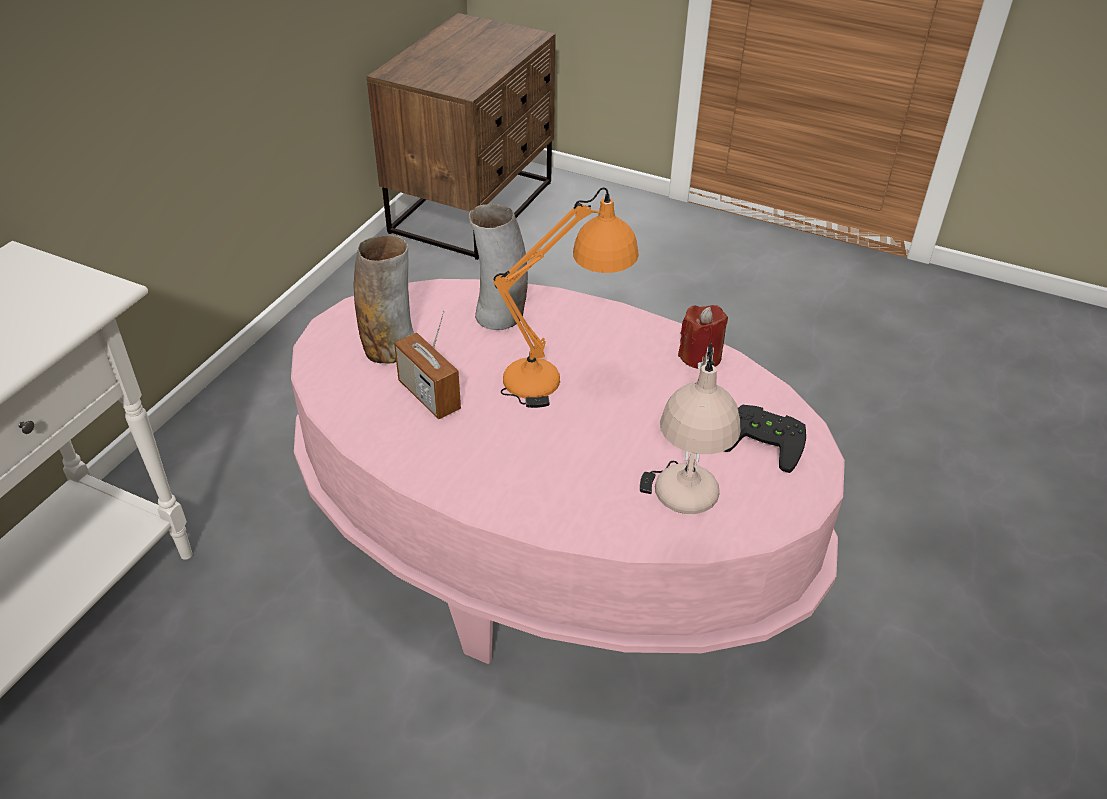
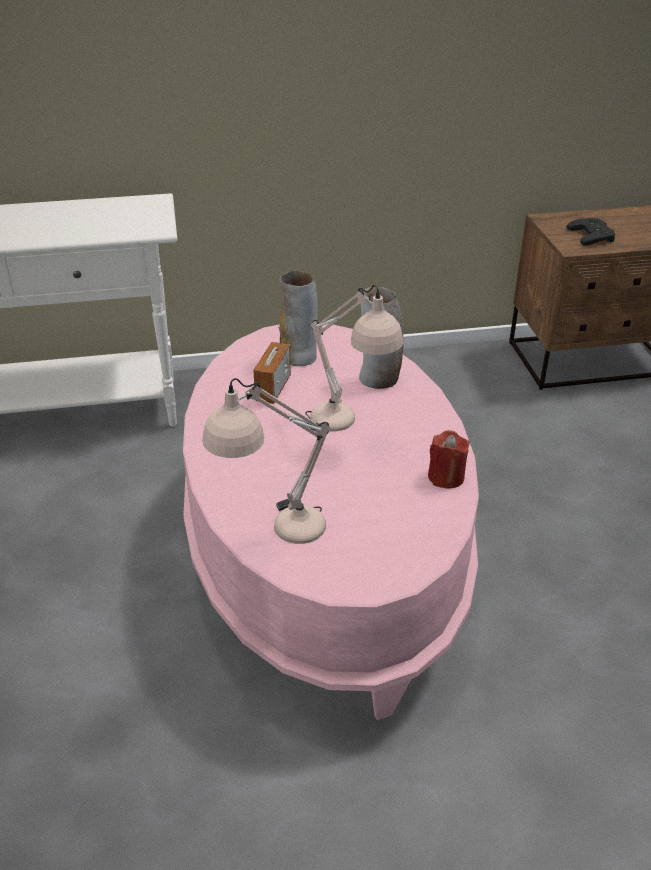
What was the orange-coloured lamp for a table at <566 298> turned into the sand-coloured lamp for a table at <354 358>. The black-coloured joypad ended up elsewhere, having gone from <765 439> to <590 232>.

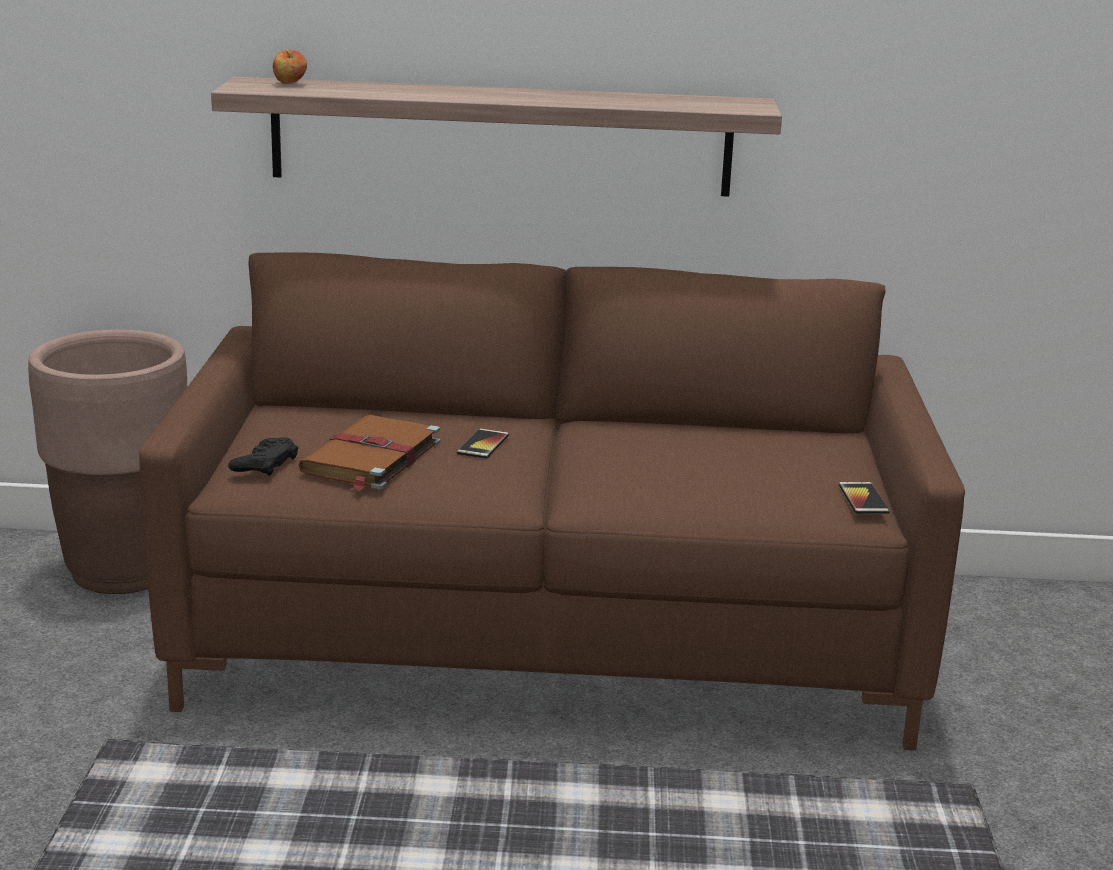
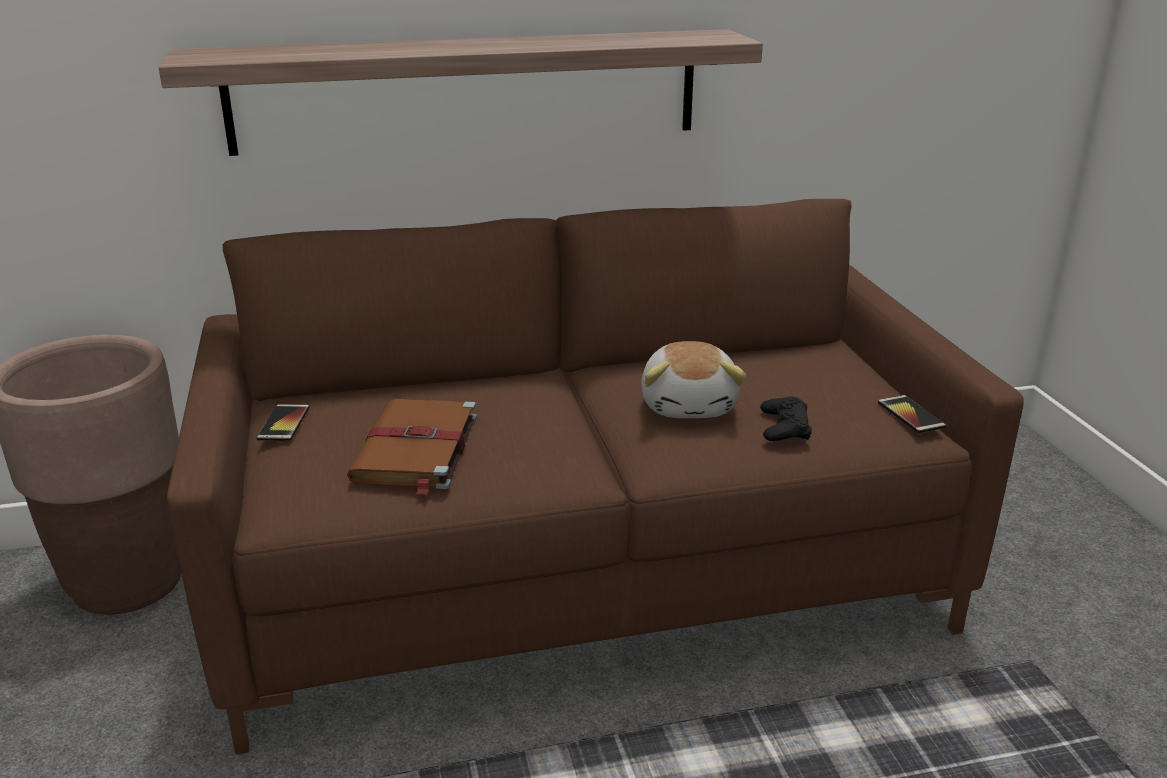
The black-coloured joypad ended up elsewhere, having gone from <263 456> to <786 418>. The second view lost the apple fruit at <290 67>. The telephone ended up elsewhere, having gone from <483 443> to <282 422>. The second view gained the soft toy at <693 379>.

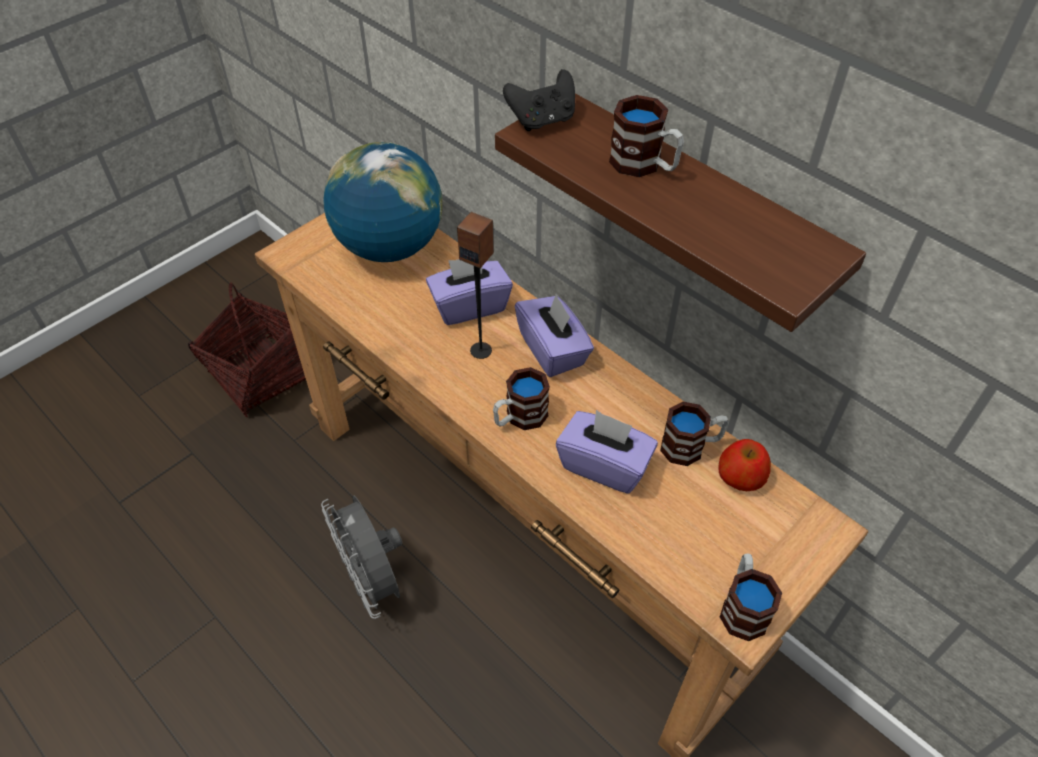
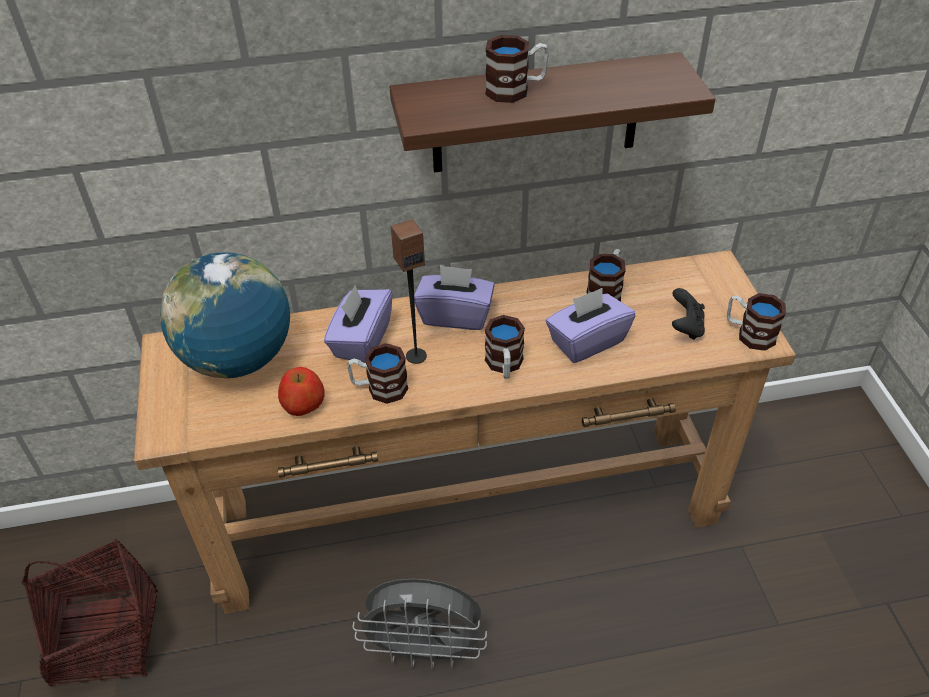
The black-coloured joypad ended up elsewhere, having gone from <539 100> to <688 314>. The apple fruit ended up elsewhere, having gone from <744 465> to <301 391>. The second view gained the coffee mug at <378 373>.

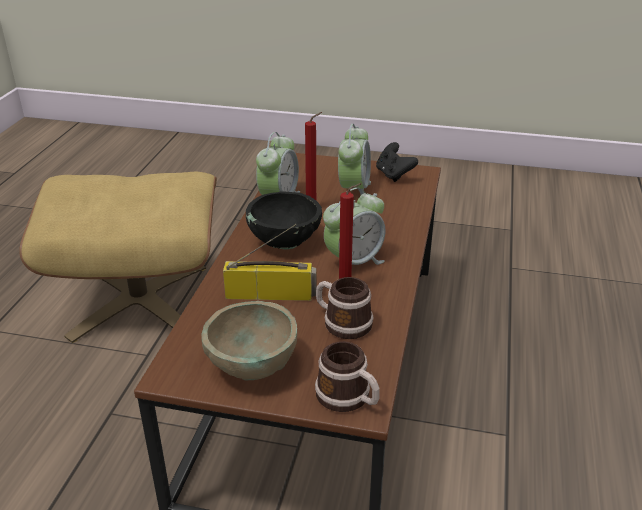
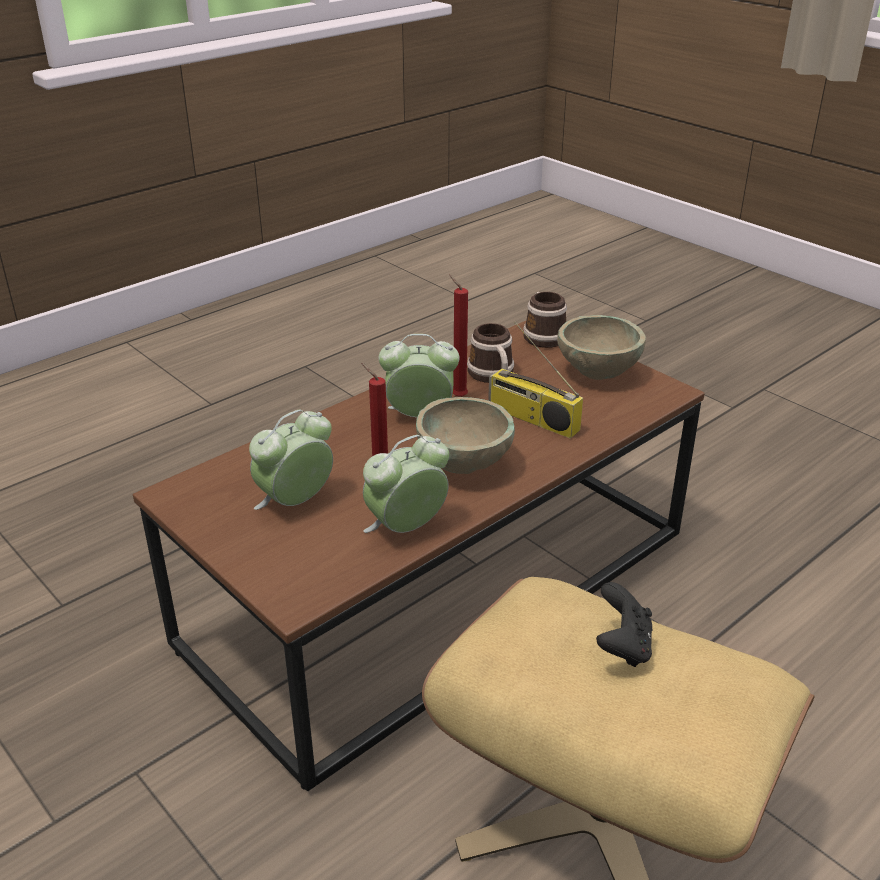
What was the black-coloured deep dish at <284 221> turned into the sand-coloured deep dish at <465 435>. The black-coloured joypad ended up elsewhere, having gone from <397 162> to <624 624>.

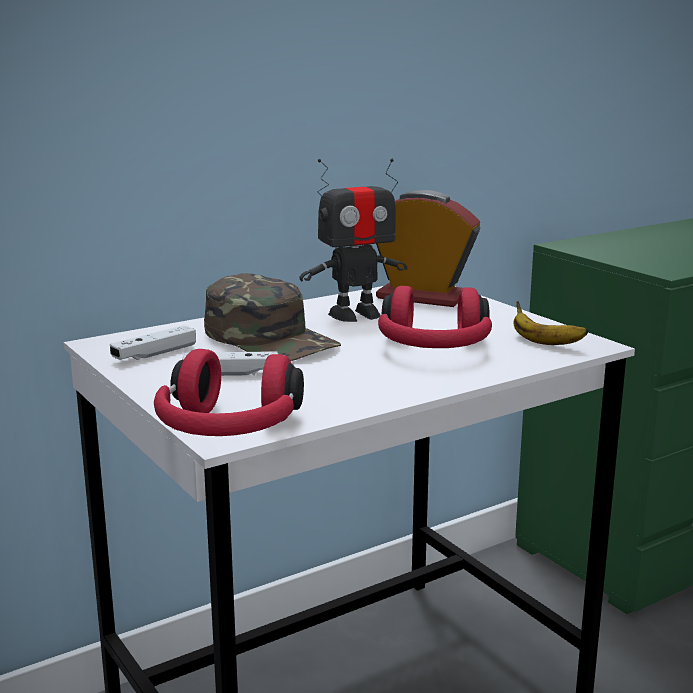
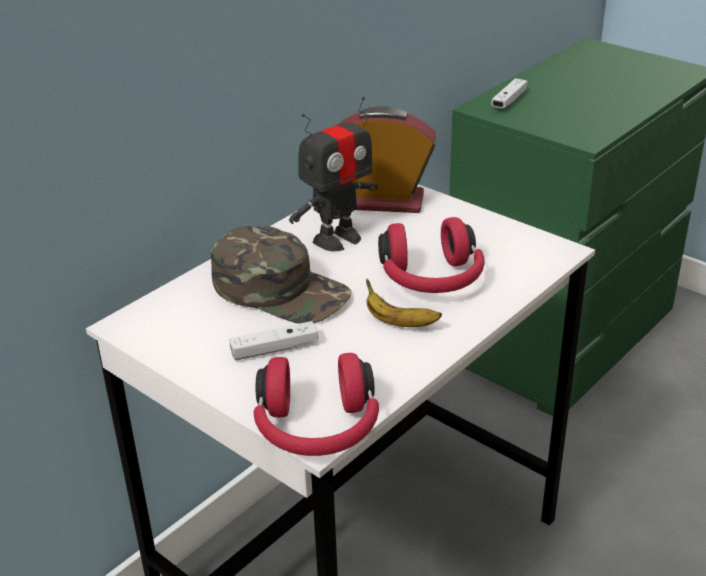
The white-coloured joypad ended up elsewhere, having gone from <153 342> to <509 93>. The banana fruit ended up elsewhere, having gone from <551 323> to <404 303>.

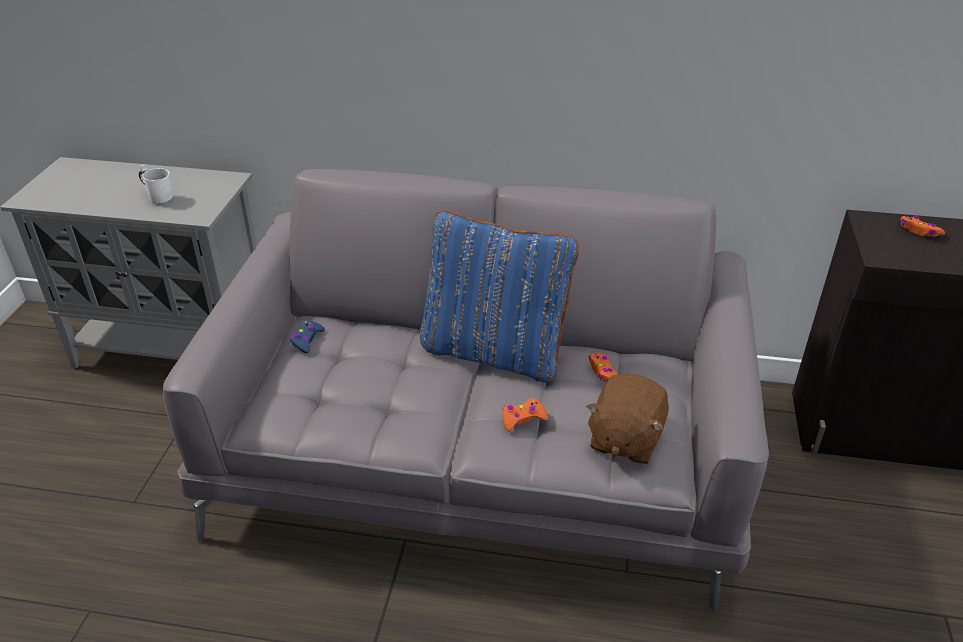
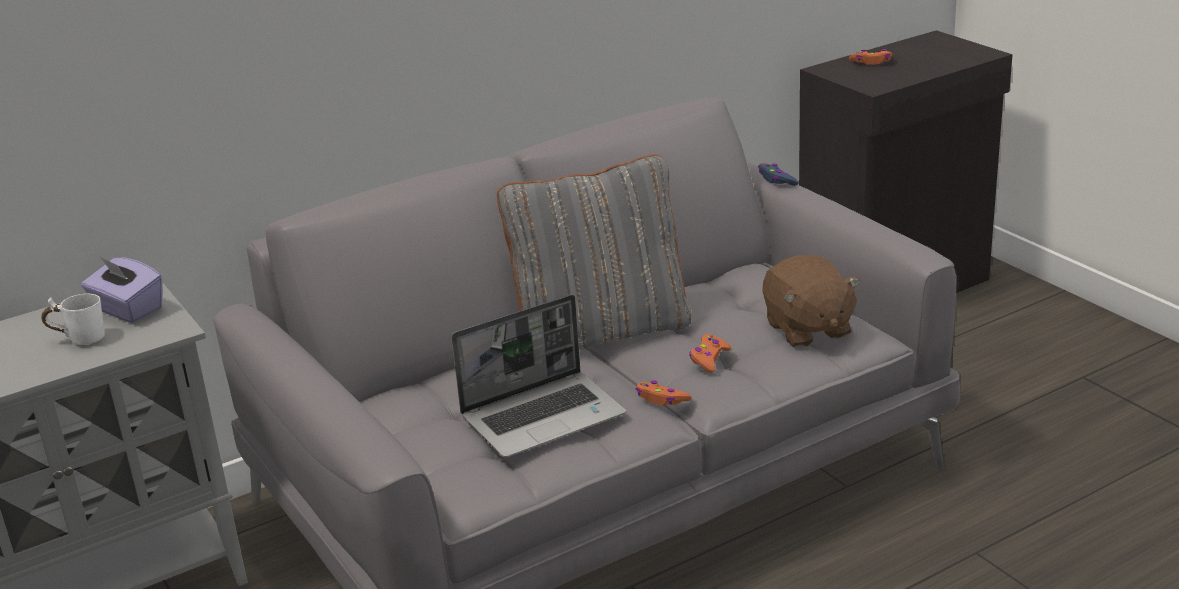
The blue joypad ended up elsewhere, having gone from <307 336> to <778 174>. What was the blue cushion at <499 296> turned into the greyish cushion at <594 251>. The orange-coloured joypad ended up elsewhere, having gone from <603 367> to <664 393>. The second view gained the purple-coloured tissue holder at <122 290>. The second view gained the laptop at <538 376>.

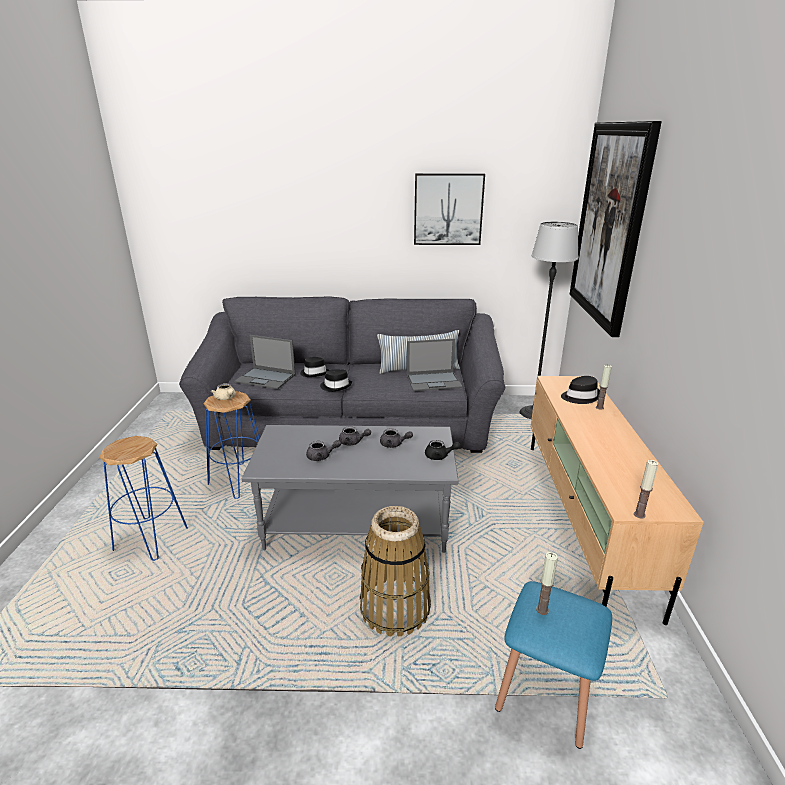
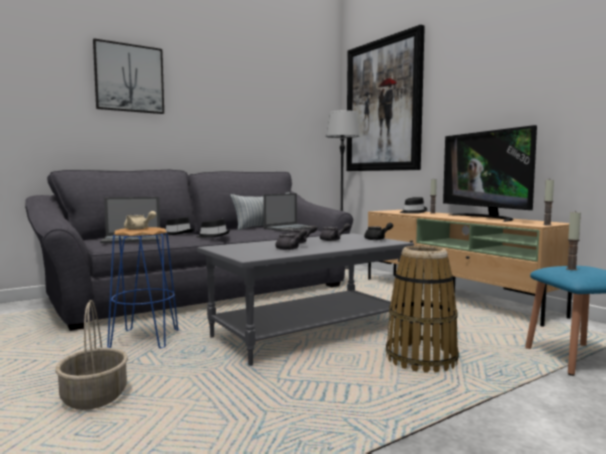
Where the blue stool seat stood at <143 498>, the basket came to stand at <91 355>. The wall art ended up elsewhere, having gone from <449 209> to <128 76>. The second view gained the TV at <490 173>.

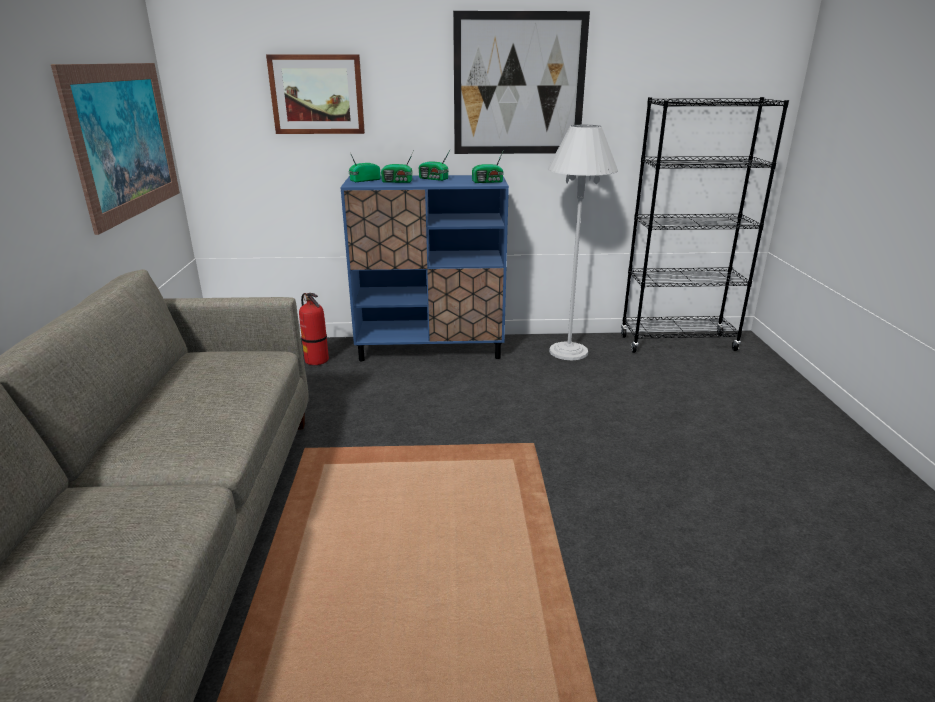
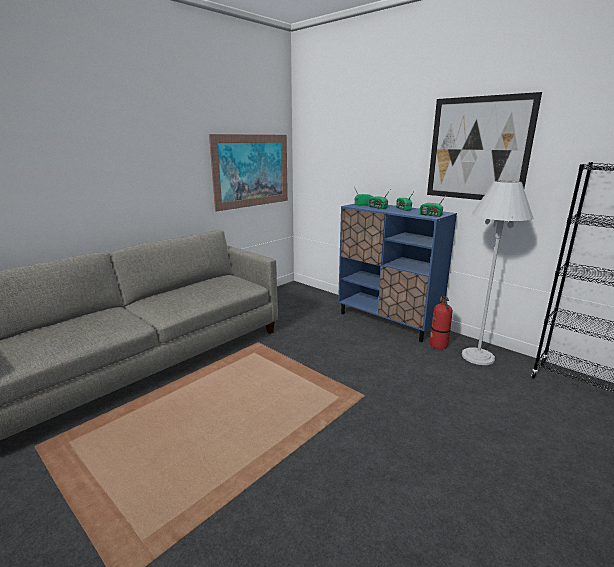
The second view lost the wall art at <315 94>. The extinguisher ended up elsewhere, having gone from <314 329> to <441 322>.

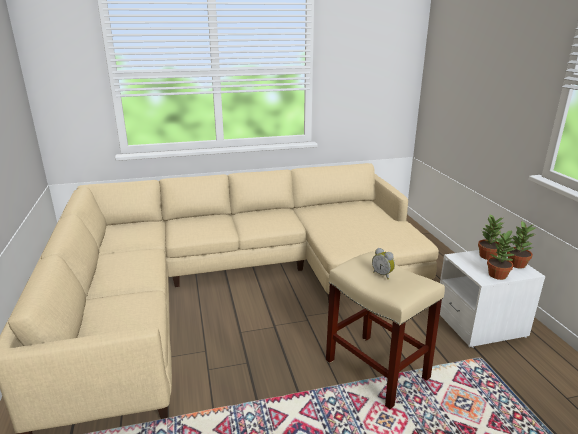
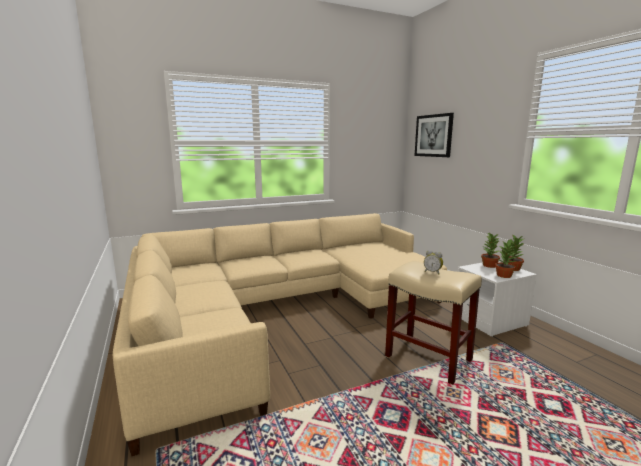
The second view gained the wall art at <434 135>.

